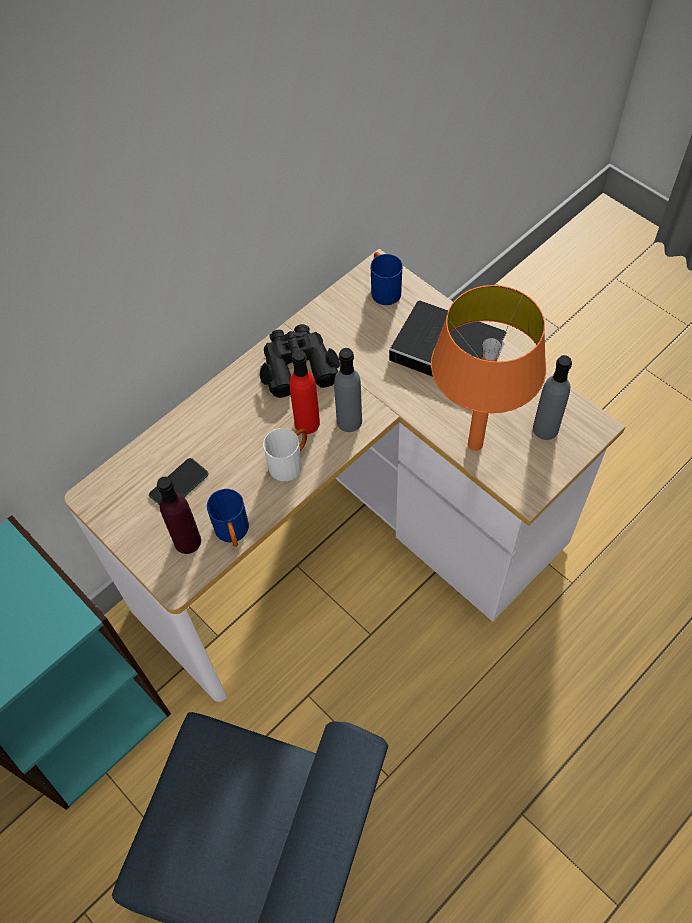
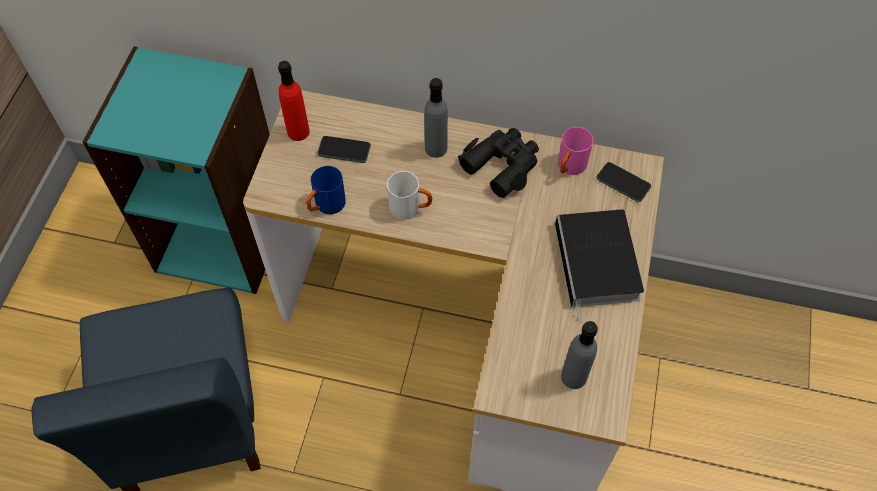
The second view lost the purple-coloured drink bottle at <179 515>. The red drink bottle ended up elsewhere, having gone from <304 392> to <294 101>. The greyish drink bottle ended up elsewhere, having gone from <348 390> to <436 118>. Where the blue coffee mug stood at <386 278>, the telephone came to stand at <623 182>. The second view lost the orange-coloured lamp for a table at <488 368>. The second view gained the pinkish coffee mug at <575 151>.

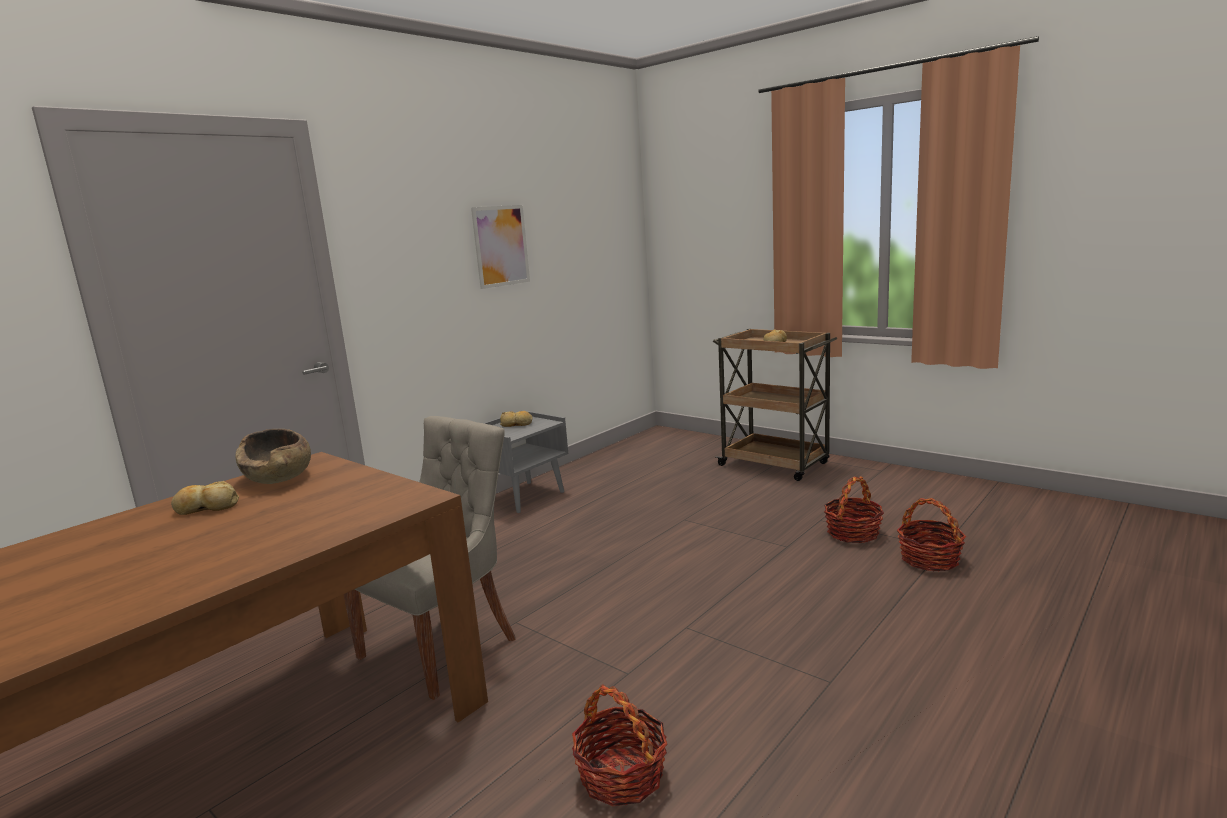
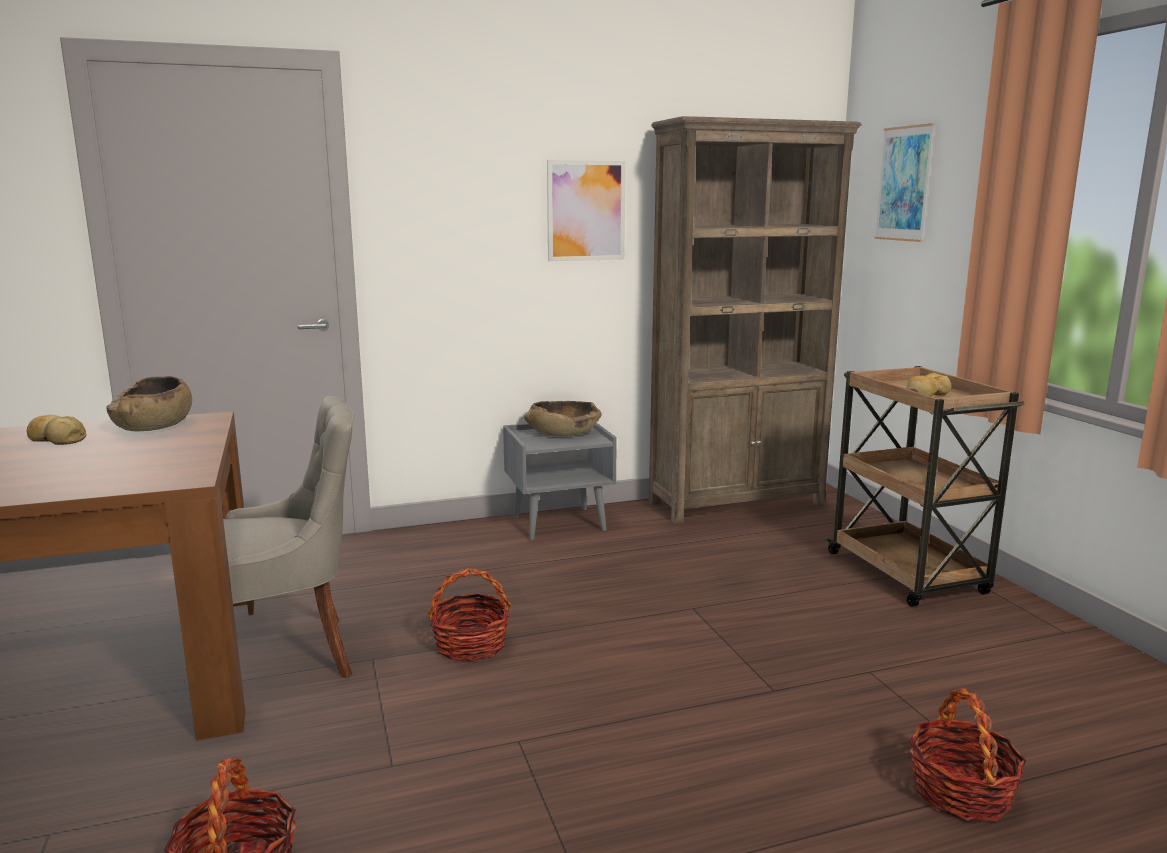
Where the bread stood at <516 419>, the brownish deep dish came to stand at <563 419>. The basket ended up elsewhere, having gone from <854 509> to <470 615>. The second view gained the brownish bookcase at <755 320>. The second view gained the wall art at <904 182>.

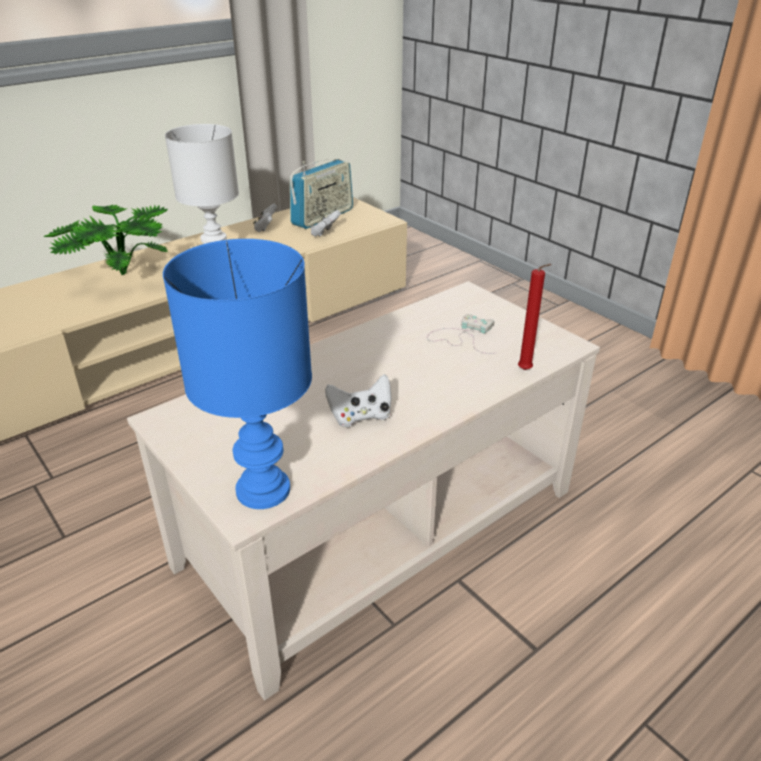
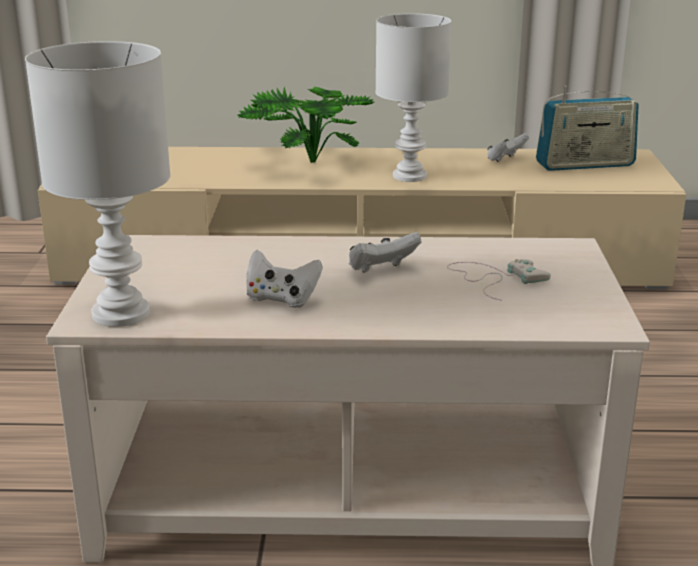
What was the blue lamp for a table at <237 374> turned into the white-coloured lamp for a table at <98 184>. The white-coloured joypad ended up elsewhere, having gone from <325 223> to <385 252>. The second view lost the red candle at <535 317>.

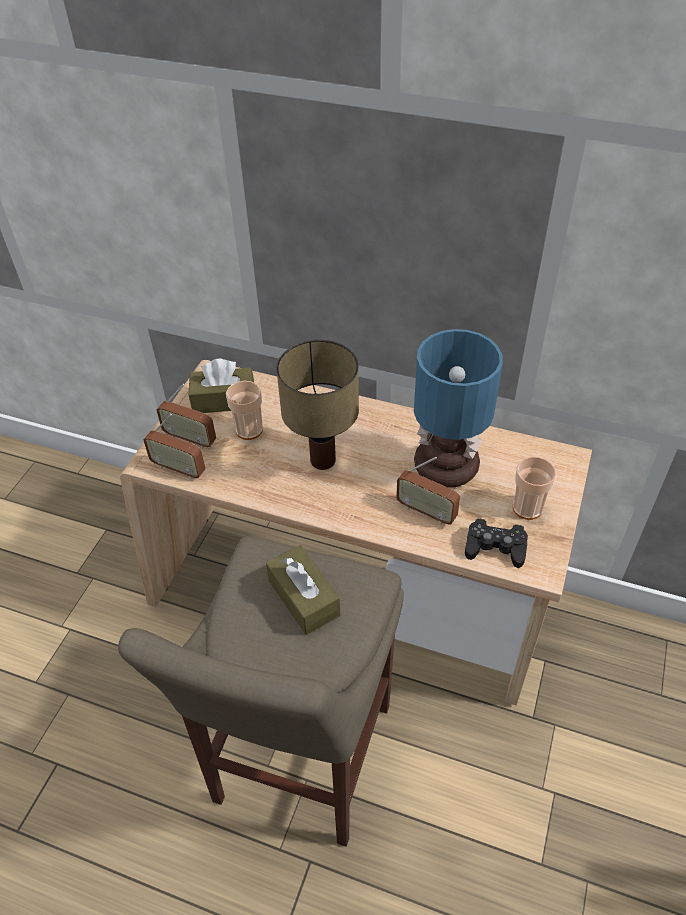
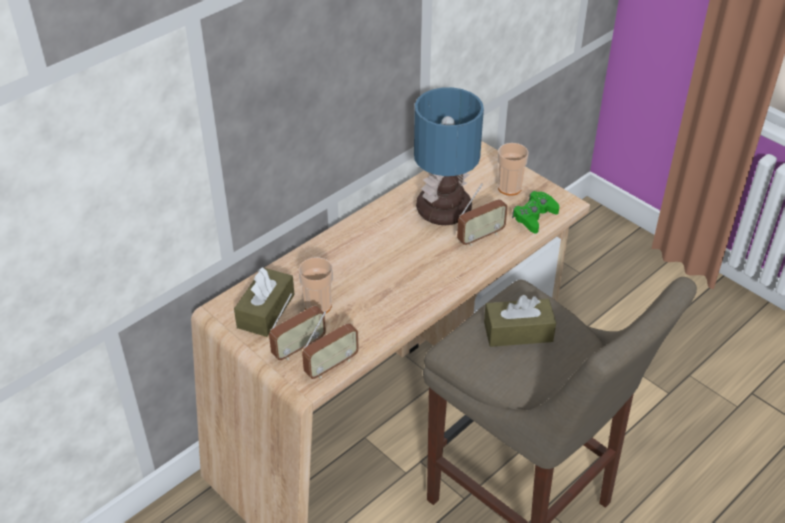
The second view lost the lamp for a table at <317 405>. What was the black-coloured joypad at <496 543> turned into the greenish joypad at <535 212>.

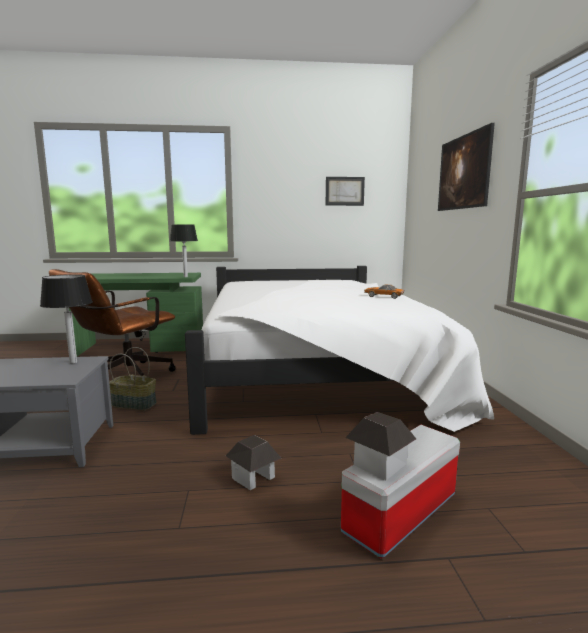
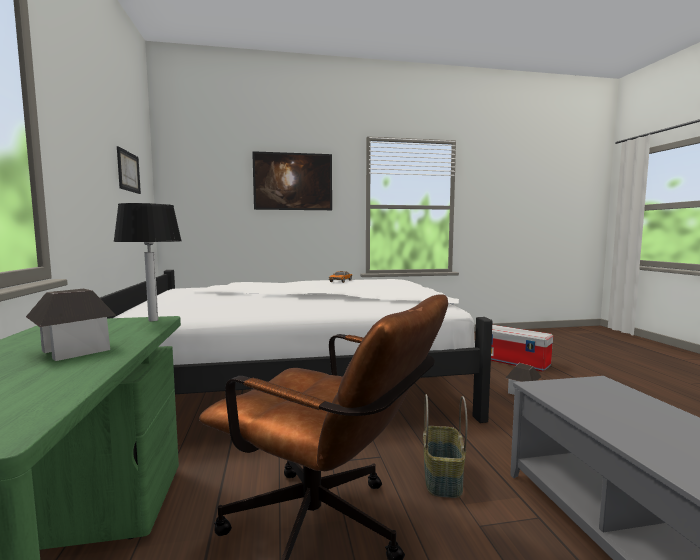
The second view lost the lamp for a table at <66 319>. The model house ended up elsewhere, having gone from <381 446> to <71 325>.

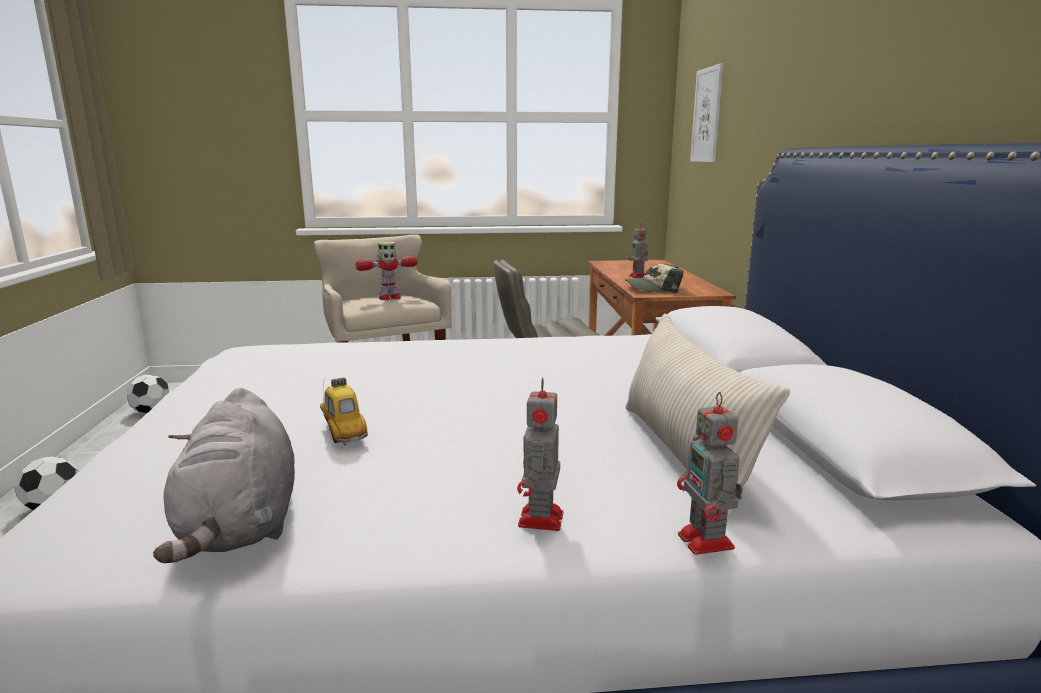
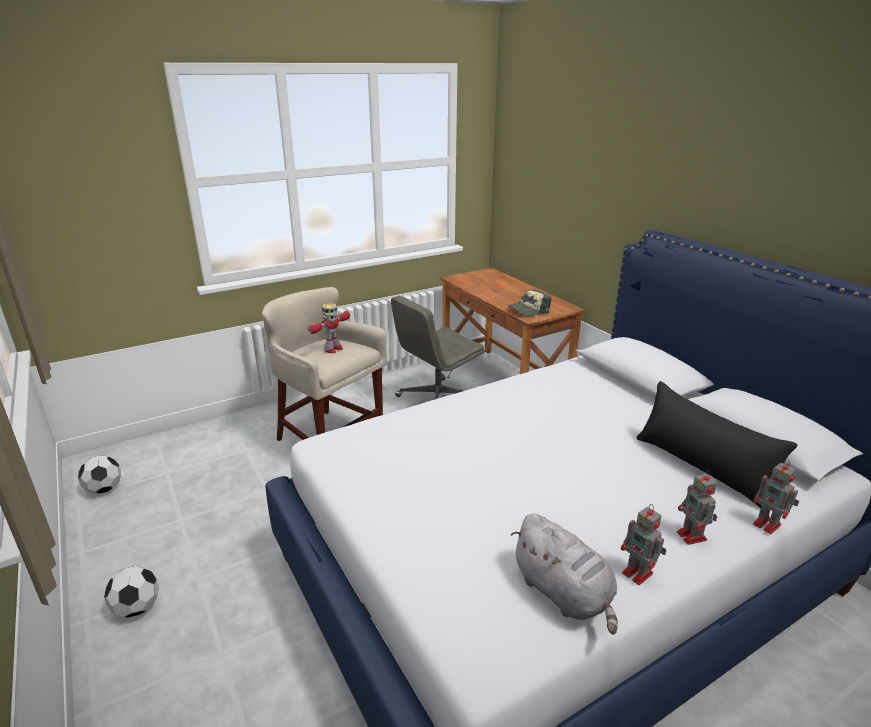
The second view lost the model car at <344 411>. What was the sand-coloured cushion at <707 418> turned into the black-coloured cushion at <717 444>. The model robot ended up elsewhere, having gone from <638 250> to <644 544>. The second view lost the wall art at <706 112>.

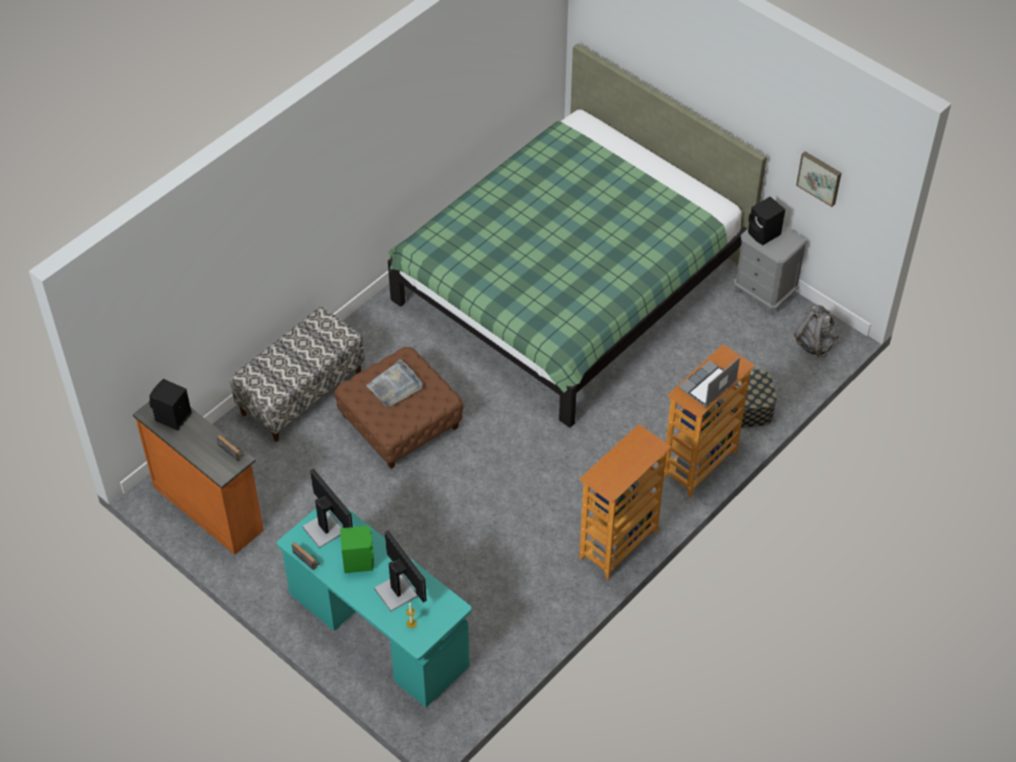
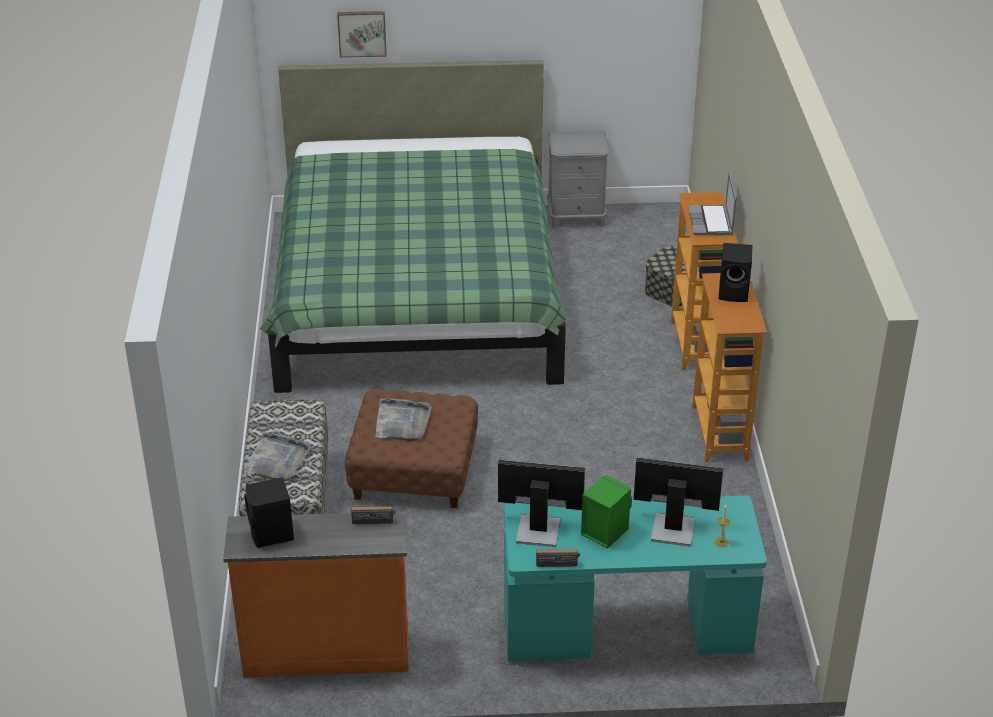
The black-coloured loudspeaker ended up elsewhere, having gone from <766 220> to <736 272>. The second view lost the greyish backpack at <816 331>. The wall art ended up elsewhere, having gone from <818 179> to <362 34>. The second view gained the greyish tray at <277 456>.

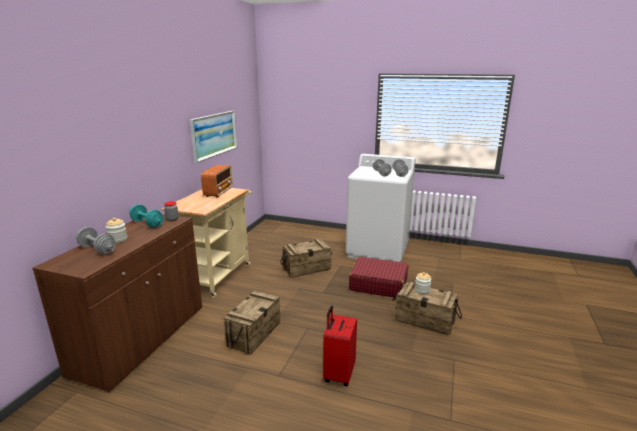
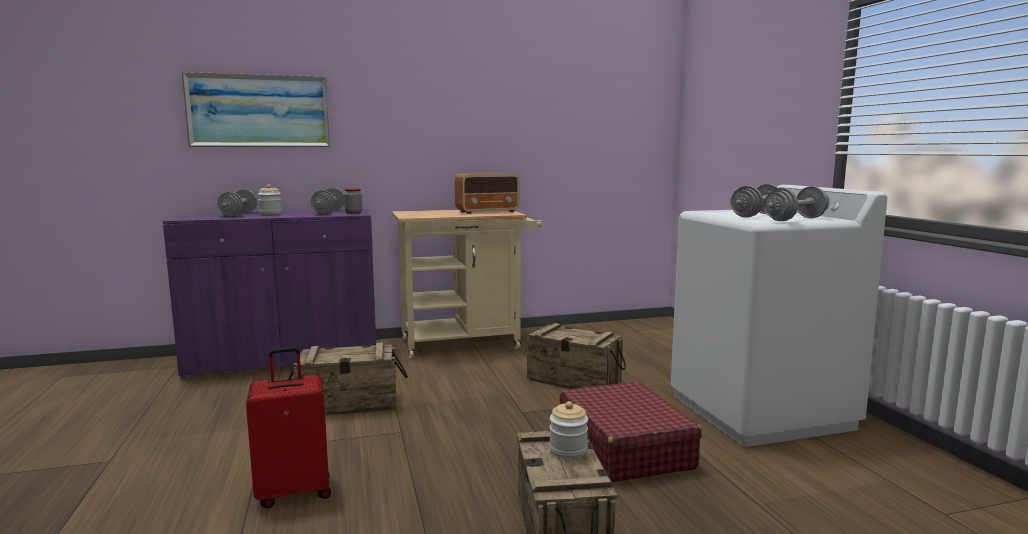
What was the brownish cupboard at <117 303> turned into the purple-coloured cupboard at <269 293>. What was the blue-green free weight at <146 216> turned into the greyish free weight at <327 201>. The wall art ended up elsewhere, having gone from <213 137> to <256 109>.

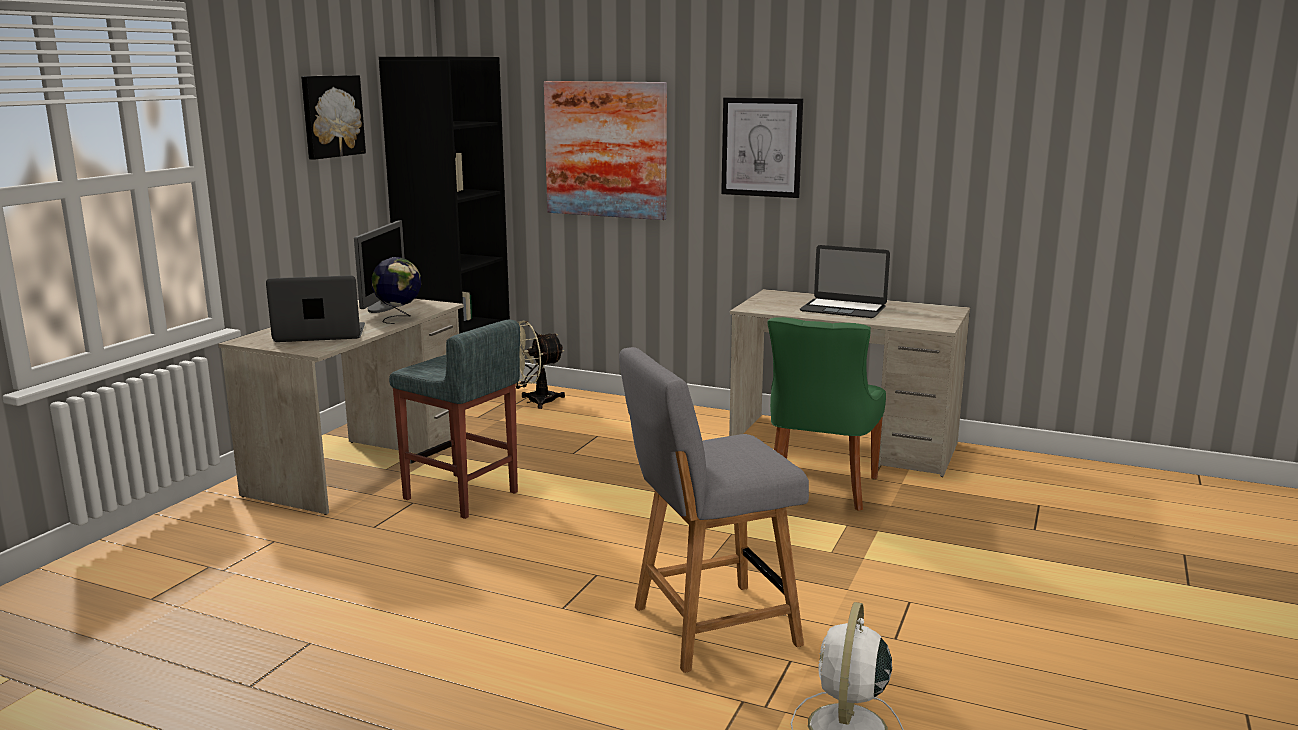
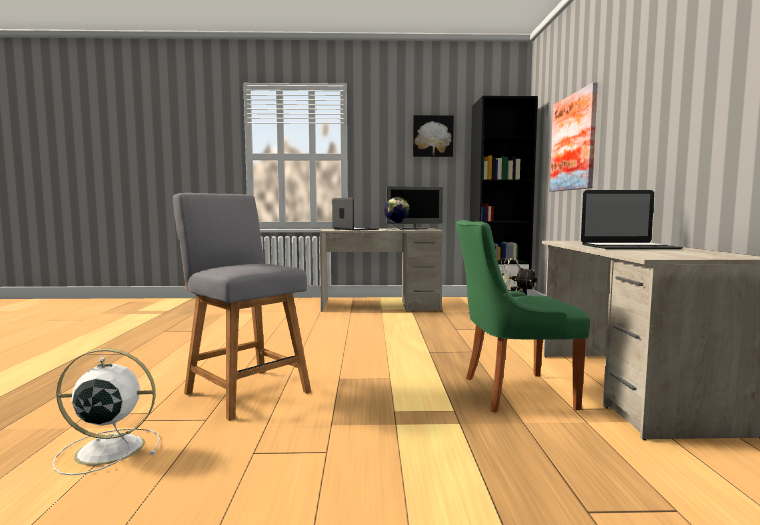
The second view lost the greyish stool seat at <454 419>. The second view lost the wall art at <762 147>. The laptop at <845 281> ended up facing another way, 90 degrees counterclockwise from before.

